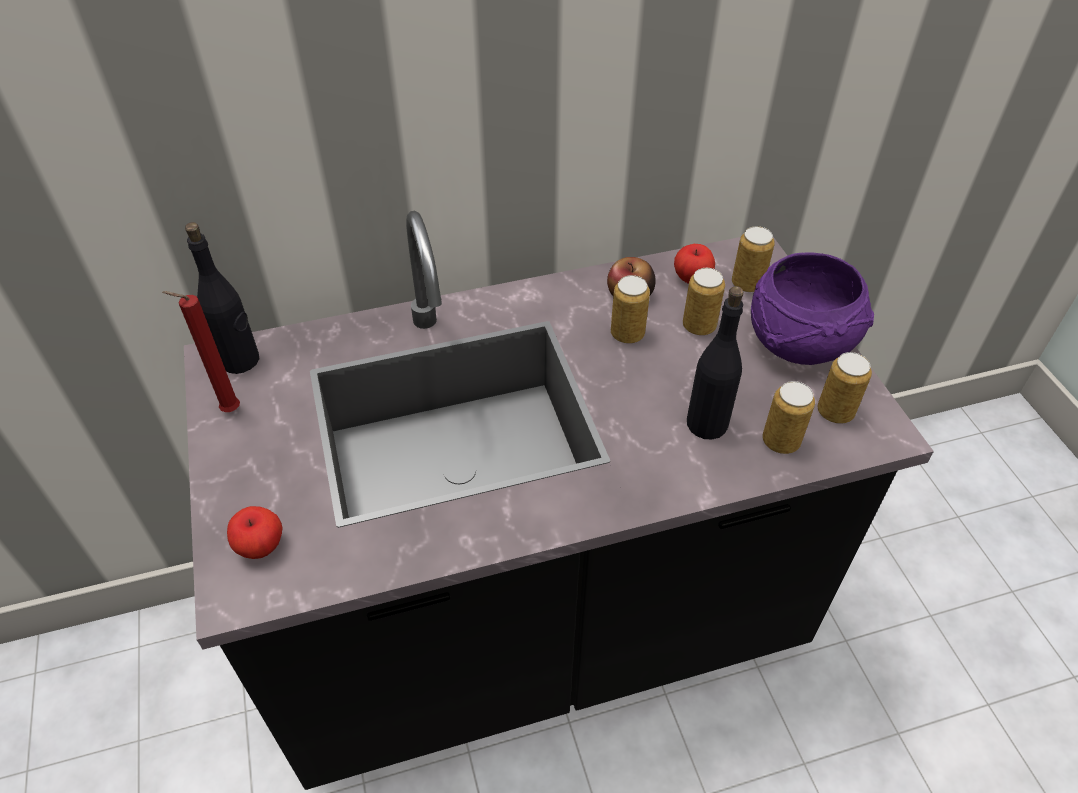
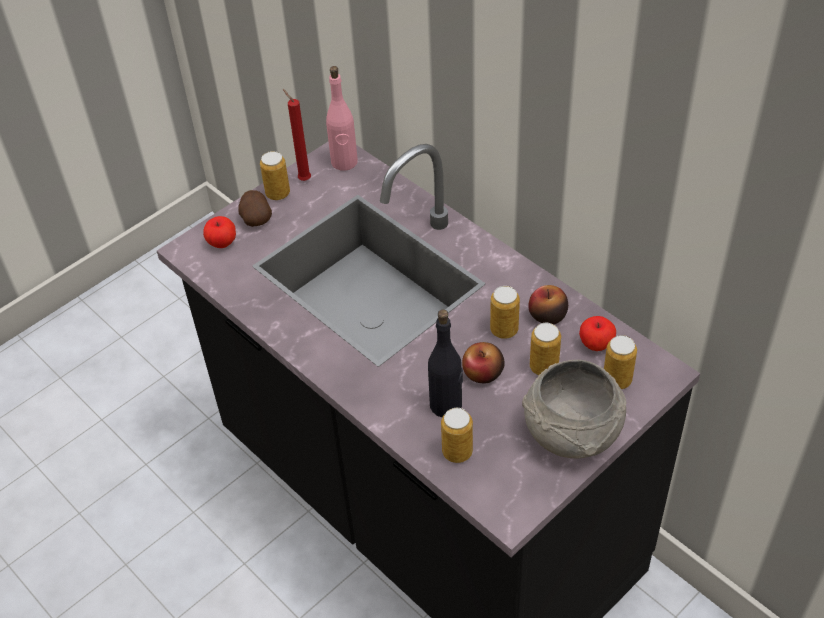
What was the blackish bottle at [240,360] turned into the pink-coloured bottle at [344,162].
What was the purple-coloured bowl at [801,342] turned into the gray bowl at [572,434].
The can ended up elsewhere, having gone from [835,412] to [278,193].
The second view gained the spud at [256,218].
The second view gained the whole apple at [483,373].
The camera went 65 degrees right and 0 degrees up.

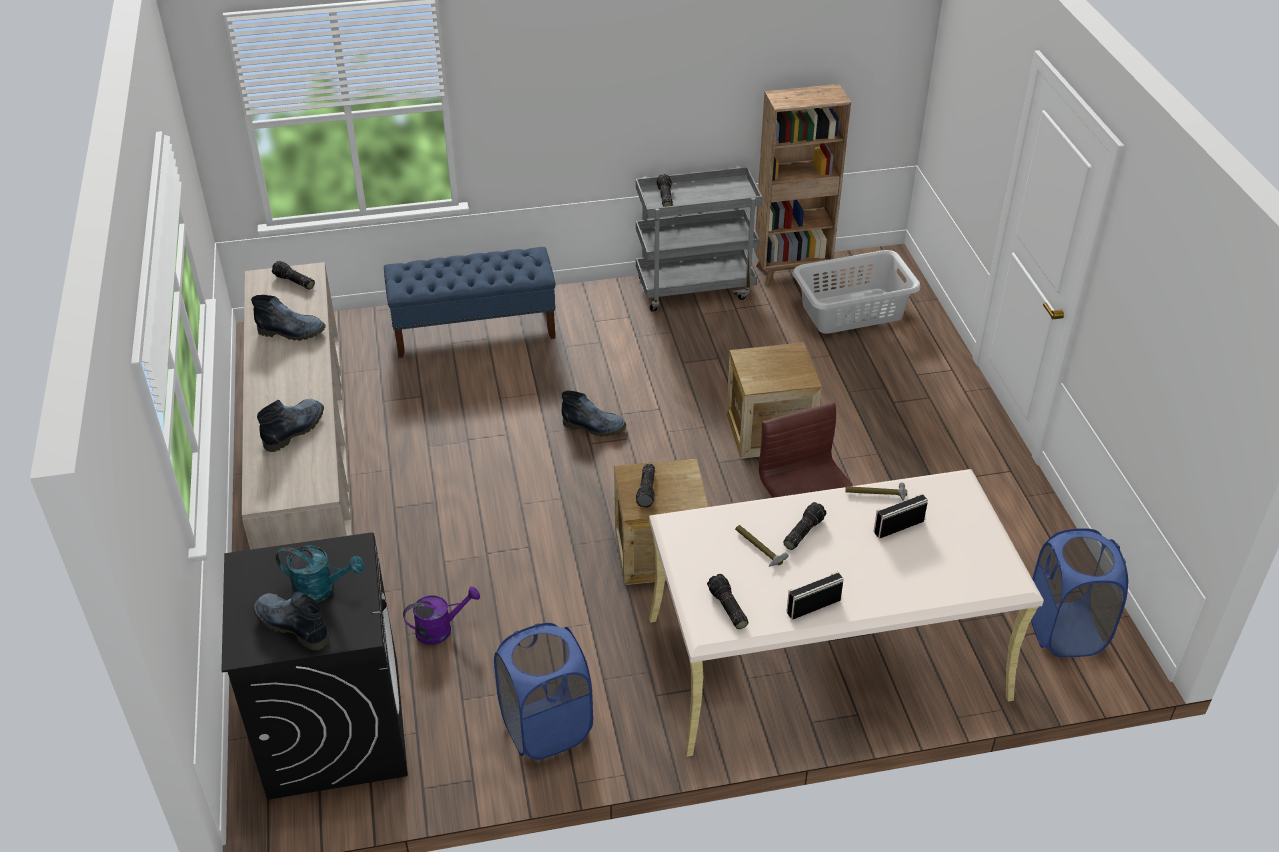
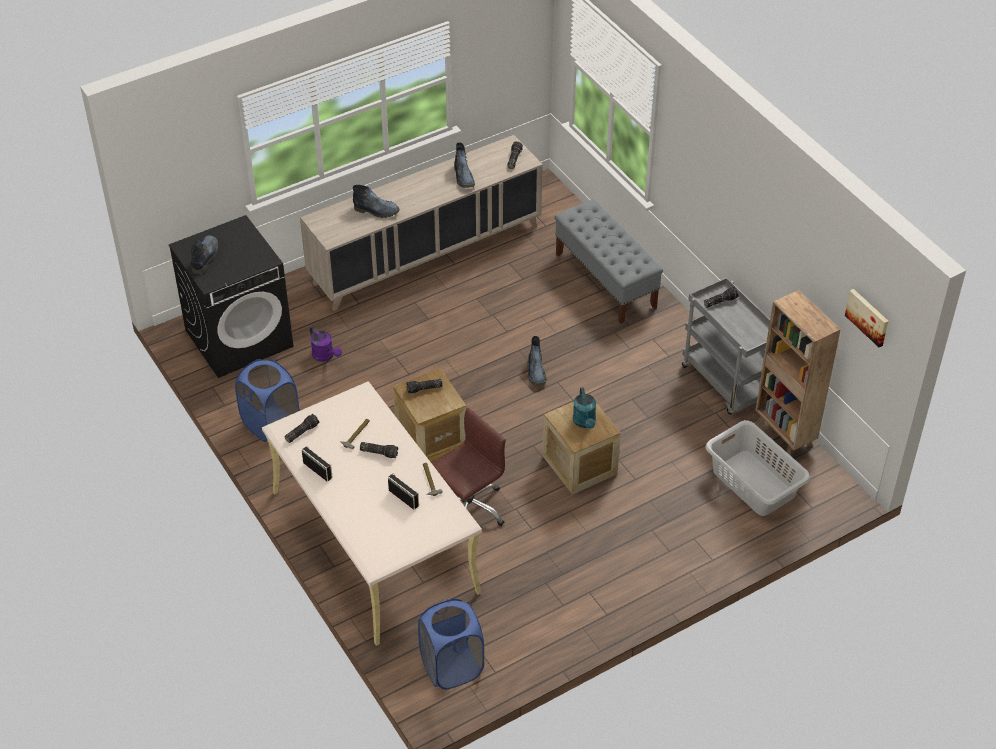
What was the blue long seat at [475,330] turned into the gray long seat at [605,281].
The turquoise watering pot ended up elsewhere, having gone from [321,589] to [585,422].
The second view gained the picture at [868,317].
The camera went 70 degrees right and 5 degrees up.

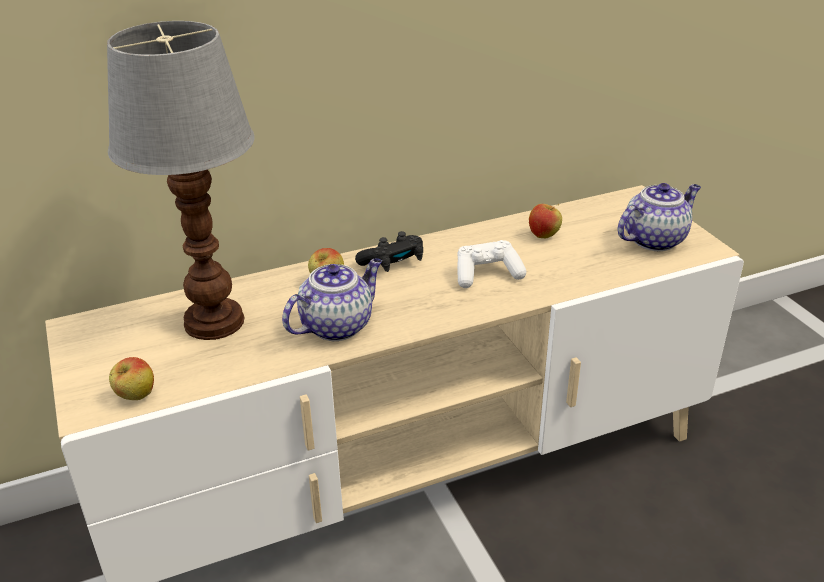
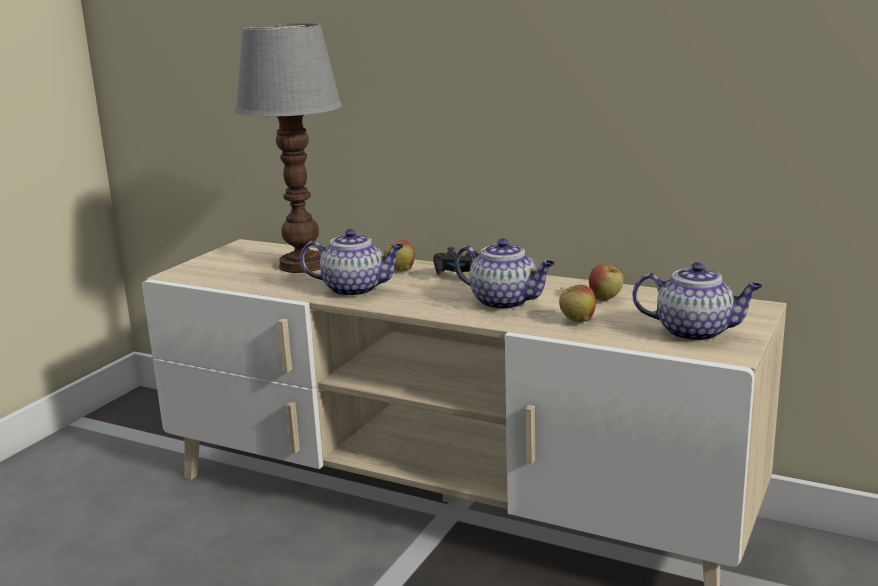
Where the white-coloured game controller stood at [487,274], the teapot came to stand at [505,302].
The whole apple ended up elsewhere, having gone from [136,397] to [577,321].
The camera went 50 degrees right and 15 degrees down.

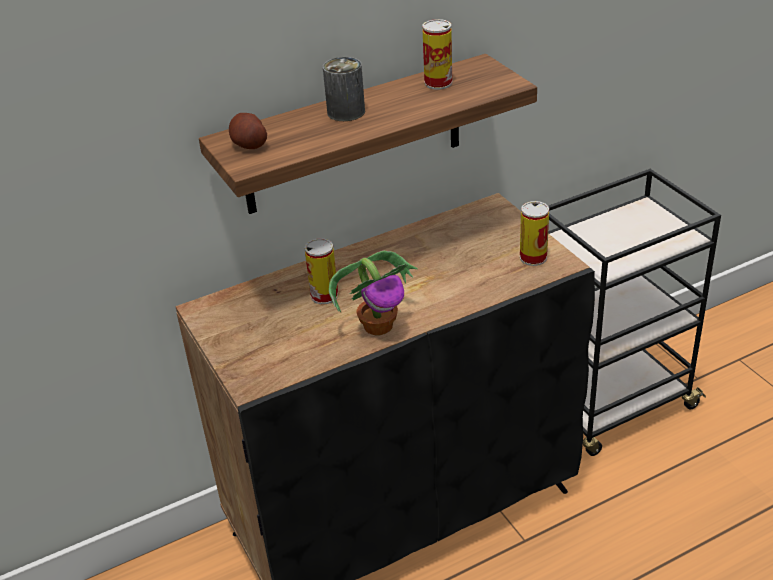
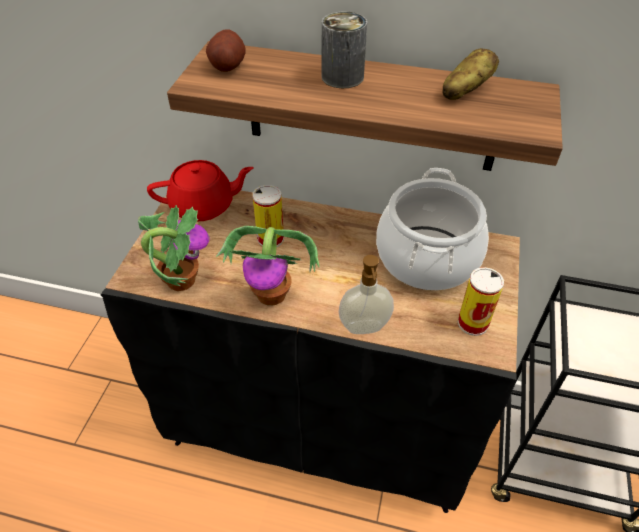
Where the can stood at [438,83], the spud came to stand at [465,91].
The second view gained the reddish teapot at [204,206].
The second view gained the stockpot at [428,258].
The second view gained the potted plant at [180,279].
The second view gained the liquid soap bottle at [364,328].
The camera went 40 degrees right and 10 degrees up.

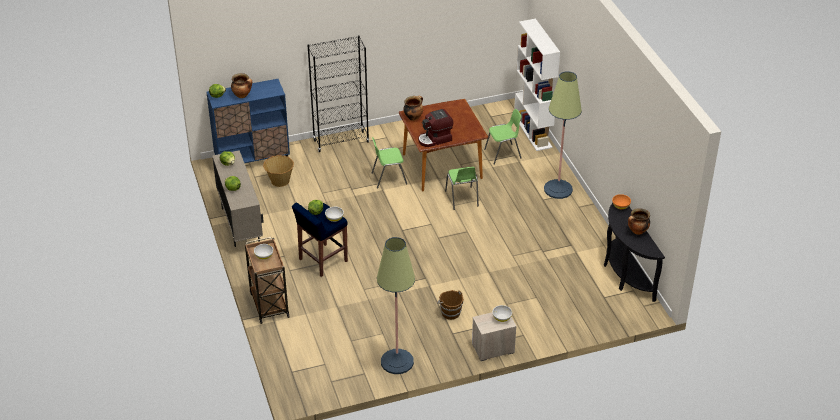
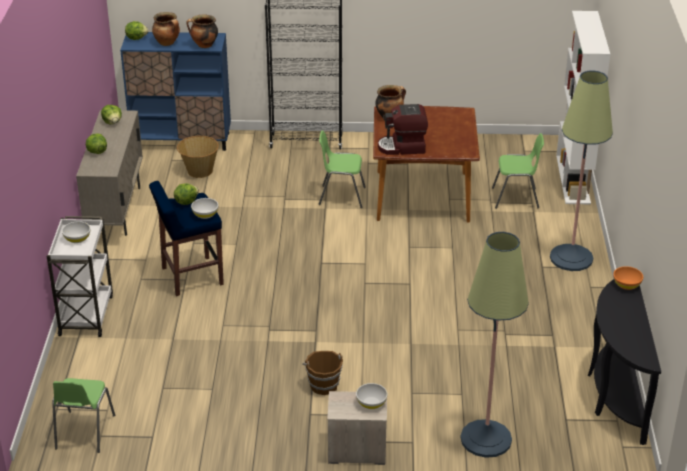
The green-coloured plain chair ended up elsewhere, having gone from [462,198] to [84,432].
The stockpot ended up elsewhere, having gone from [637,231] to [204,45].
What was the brown wheeled cart at [269,304] turned into the white-coloured wheeled cart at [86,314].
The standard lamp ended up elsewhere, having gone from [397,362] to [486,439].
The camera went 20 degrees right and 5 degrees down.

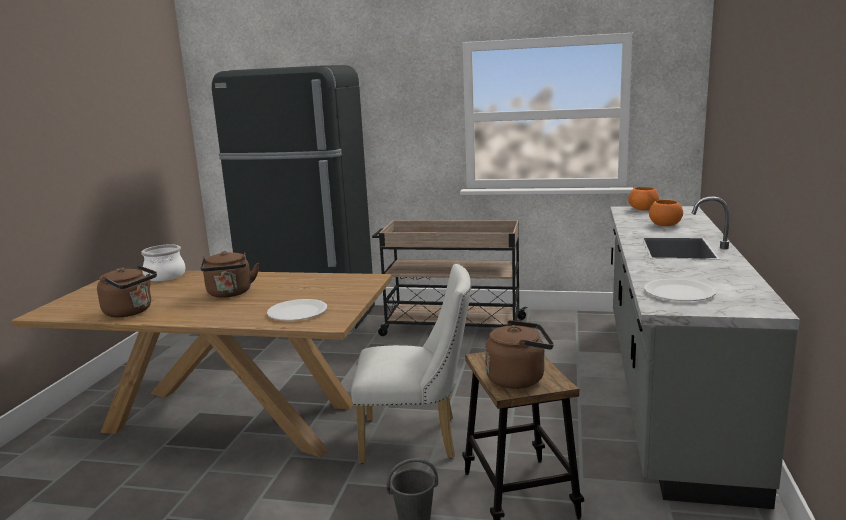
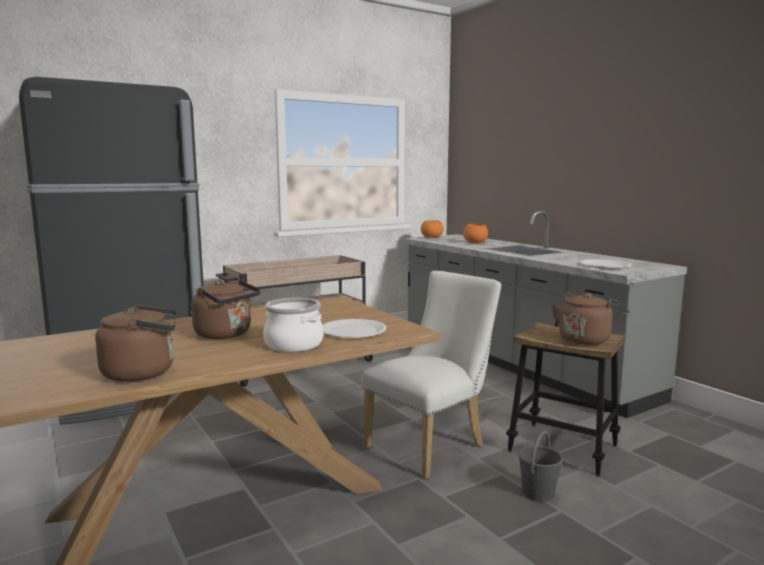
The stockpot ended up elsewhere, having gone from [165,276] to [294,344].
The camera went 45 degrees left and 5 degrees down.

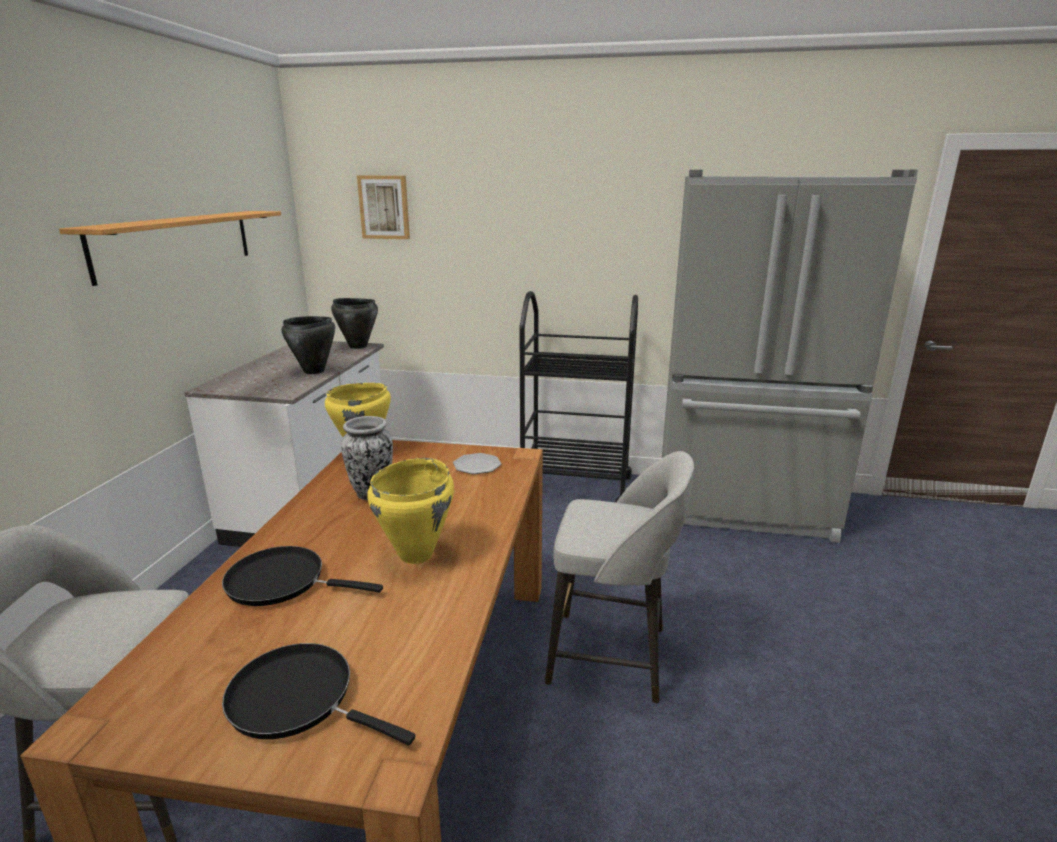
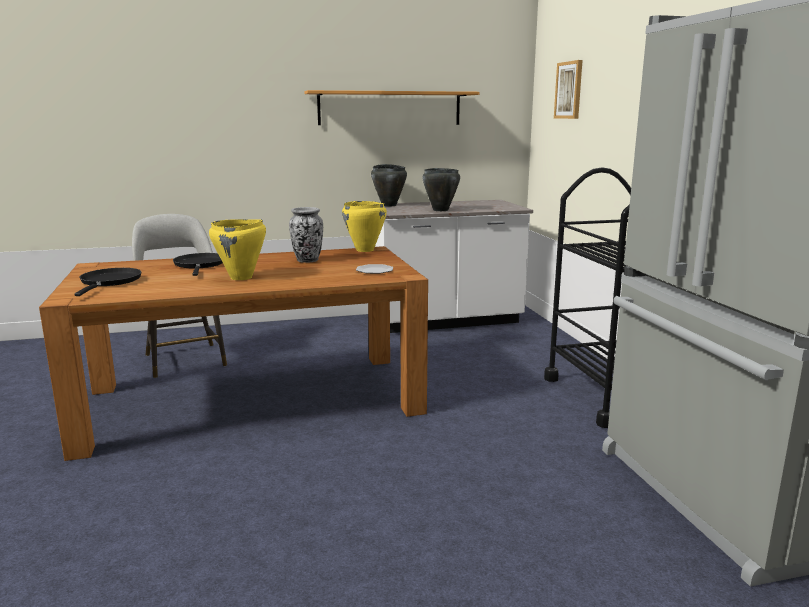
The blackish stockpot ended up elsewhere, having gone from [358,346] to [389,205].
The second view lost the gray stool at [612,656].
The camera went 65 degrees right and 5 degrees down.

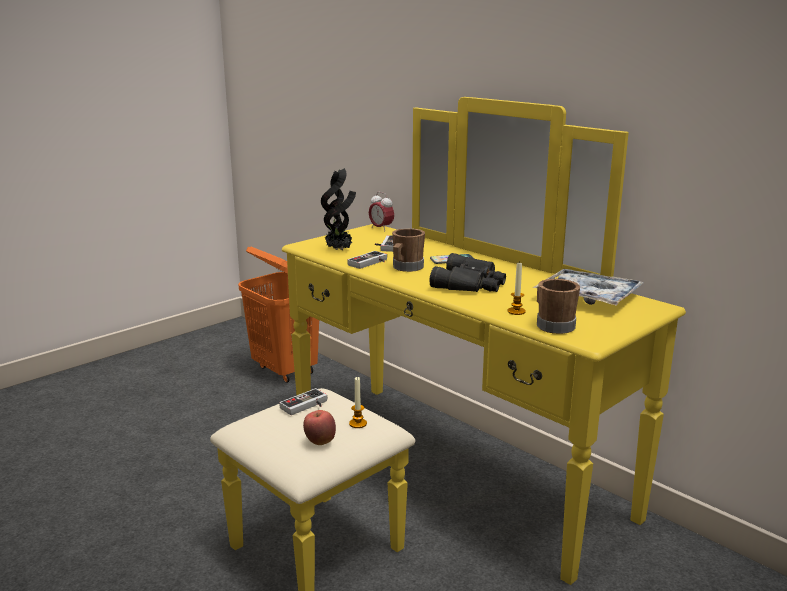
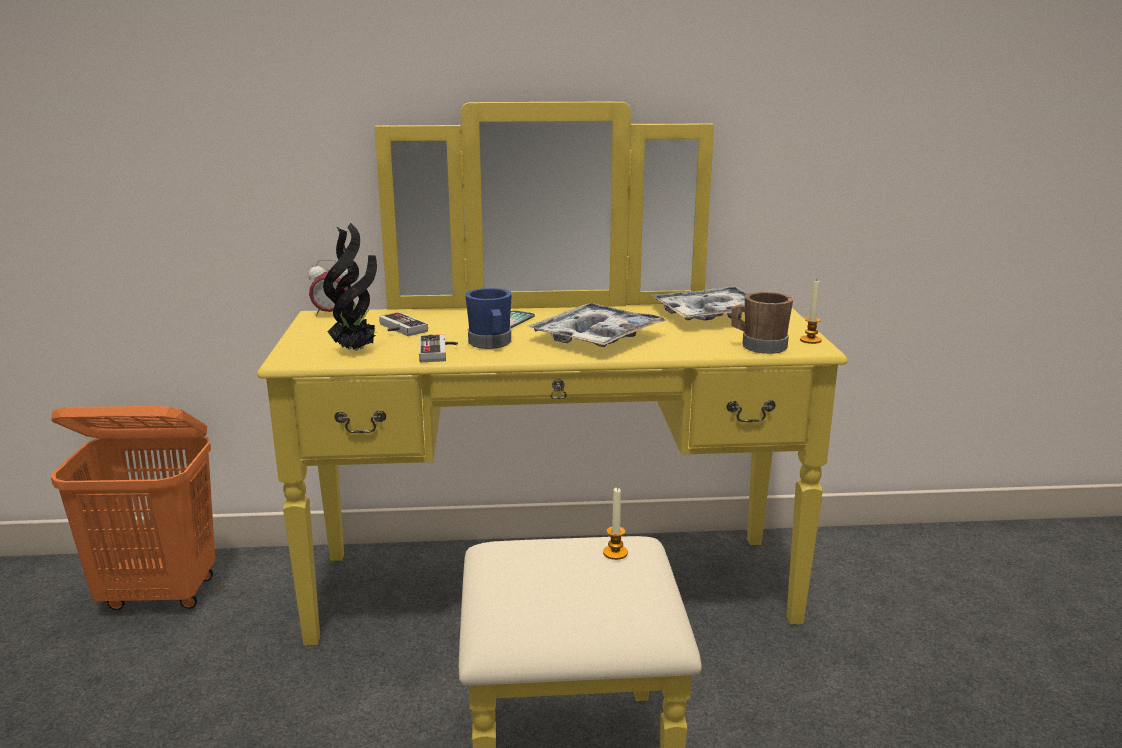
What was the brown mug at [406,268] turned into the blue mug at [491,344].
Where the blackish pair of binoculars stood at [471,284], the tray came to stand at [596,337].
The wax light ended up elsewhere, having gone from [516,311] to [810,340].
The second view lost the game controller at [306,406].
The second view lost the whole apple at [320,442].
The camera went 50 degrees left and 0 degrees up.

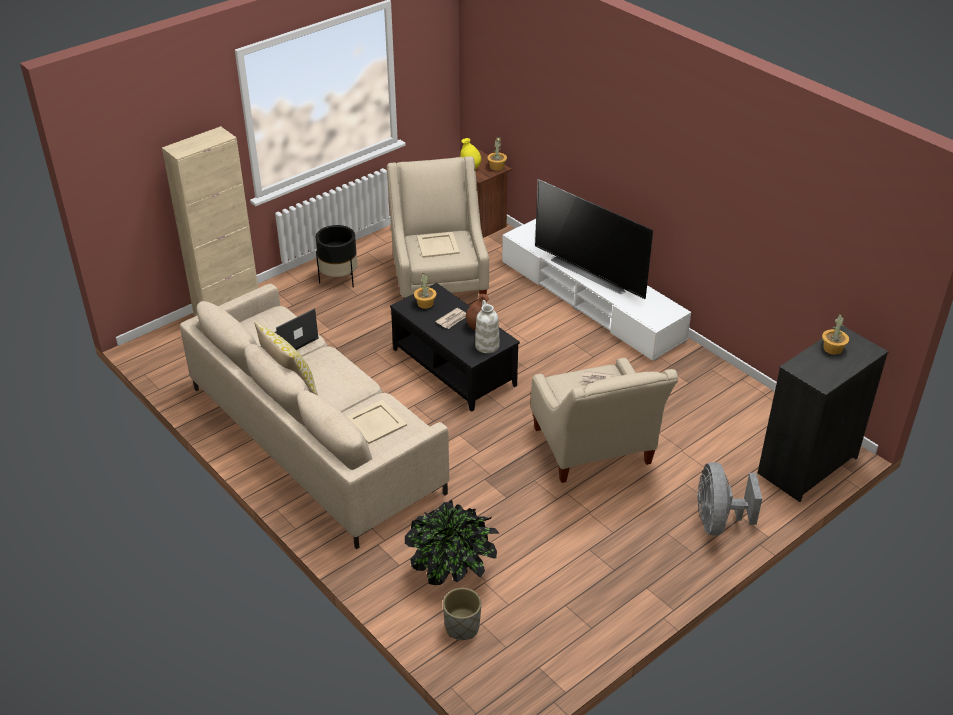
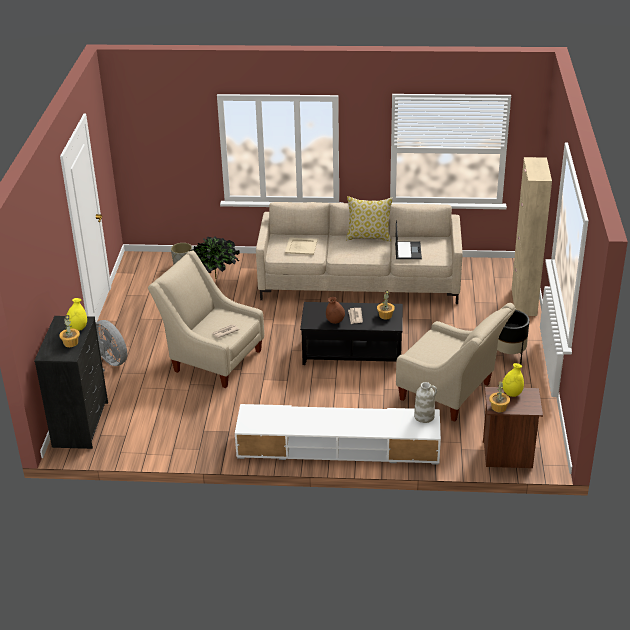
The second view lost the TV set at [591,272].
The second view lost the beige tray at [438,245].
The white-coloured vase ended up elsewhere, having gone from [486,345] to [424,416].
The second view gained the yellow-coloured vase at [78,328].
The camera went 135 degrees right and 5 degrees down.

